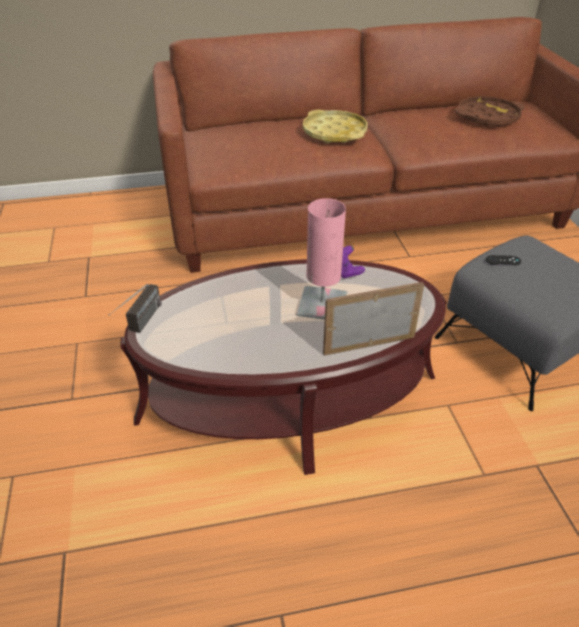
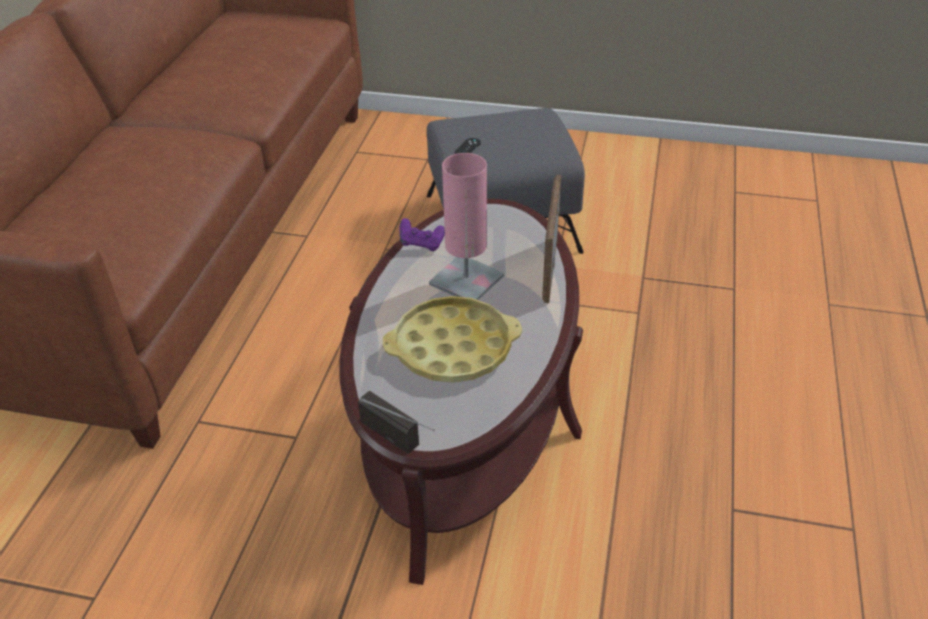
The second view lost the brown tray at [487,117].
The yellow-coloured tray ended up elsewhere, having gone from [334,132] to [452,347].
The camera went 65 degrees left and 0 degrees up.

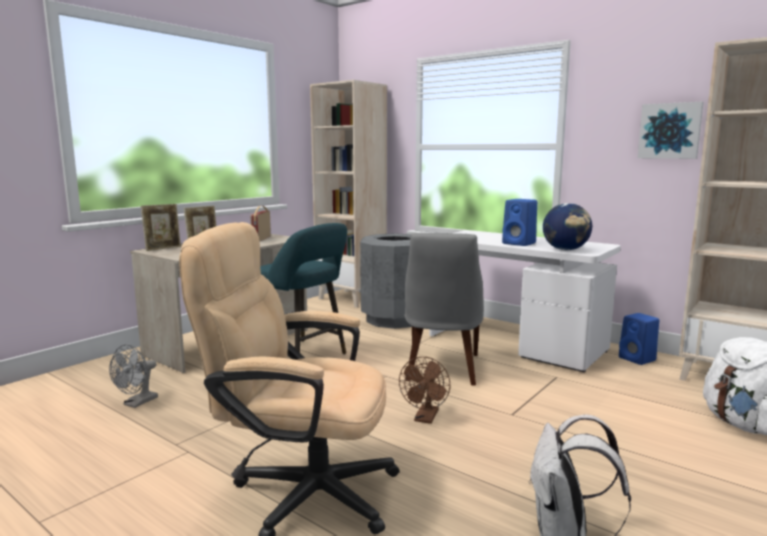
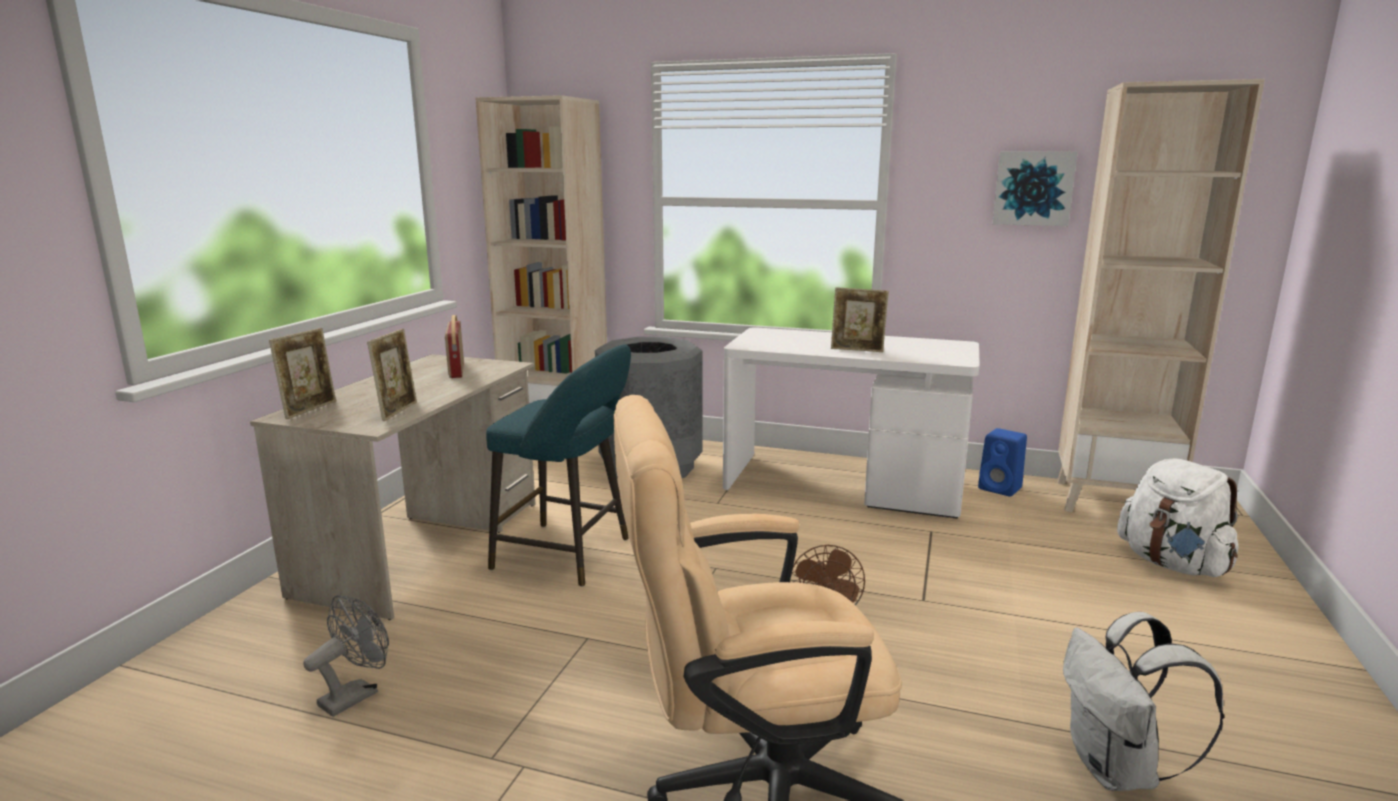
Where the blue audio speaker stood at [520,243], the picture frame came to stand at [857,350].
The second view lost the desk globe at [565,250].
The second view lost the gray plain chair at [442,369].
The gray electric fan at [137,403] ended up facing another way, 150 degrees counterclockwise from before.
The camera went 20 degrees left and 5 degrees up.

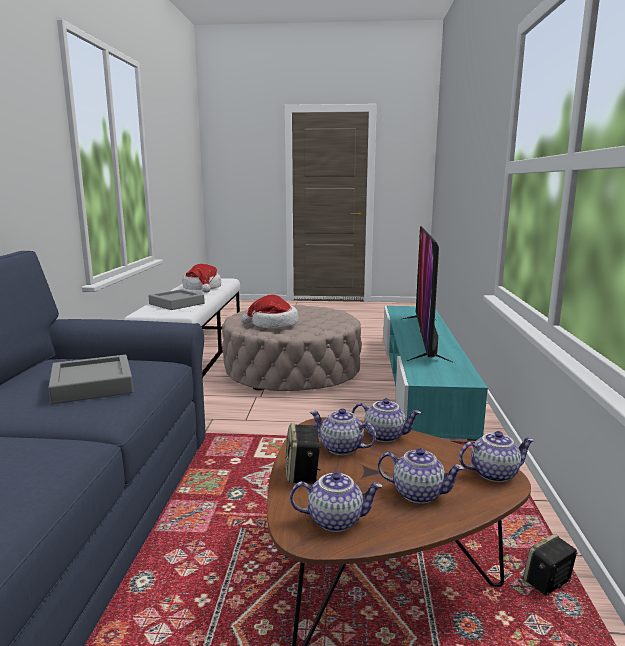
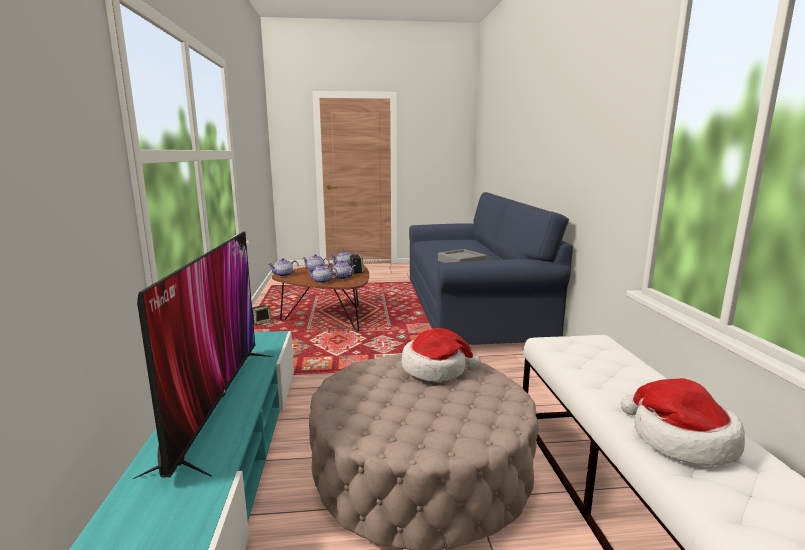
The second view lost the gray tray at [177,304].
The camera went 170 degrees right and 0 degrees up.

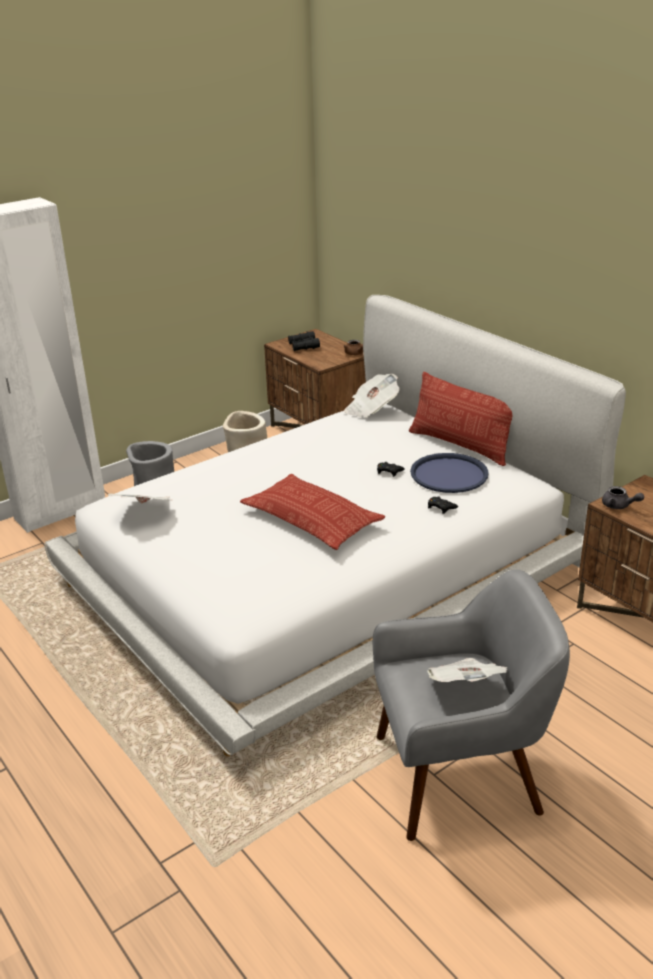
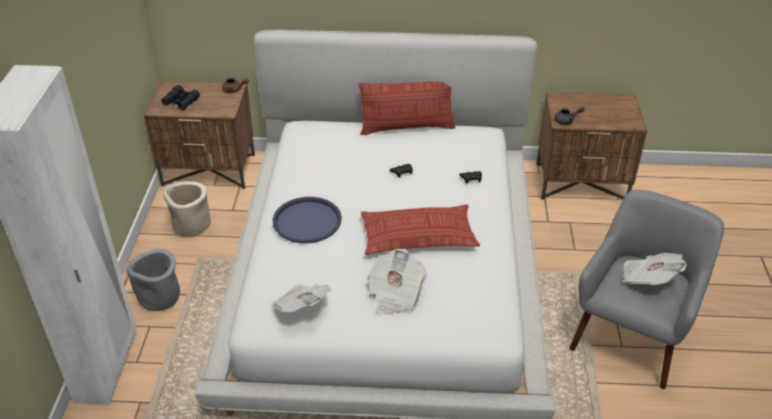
The printed paper ended up elsewhere, having gone from [371,409] to [395,294].
The blue tray ended up elsewhere, having gone from [449,474] to [307,221].
The camera went 50 degrees left and 10 degrees up.

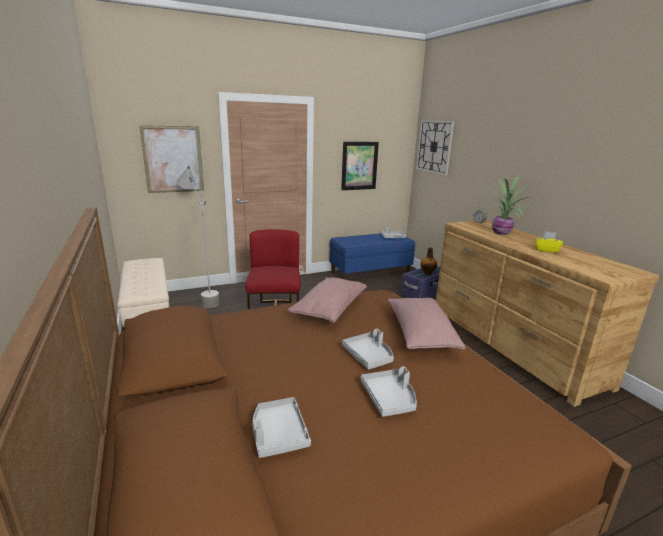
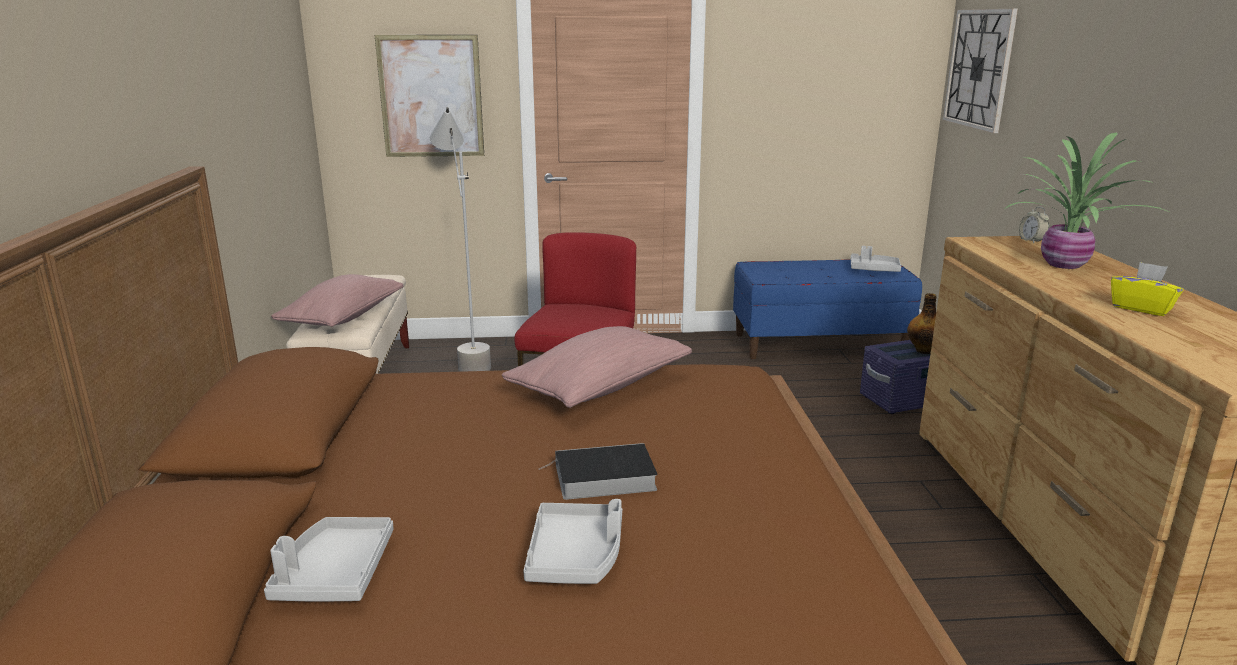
The second view lost the picture at [359,166].
The pink-coloured cushion ended up elsewhere, having gone from [420,334] to [343,318].
Where the gray tray stood at [369,356], the volume came to stand at [602,478].
The camera went 20 degrees right and 0 degrees up.

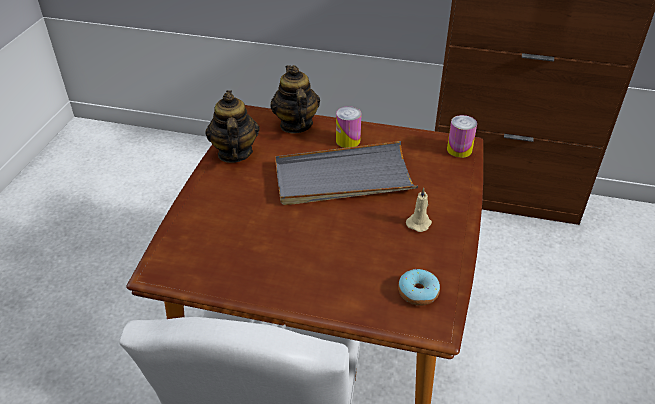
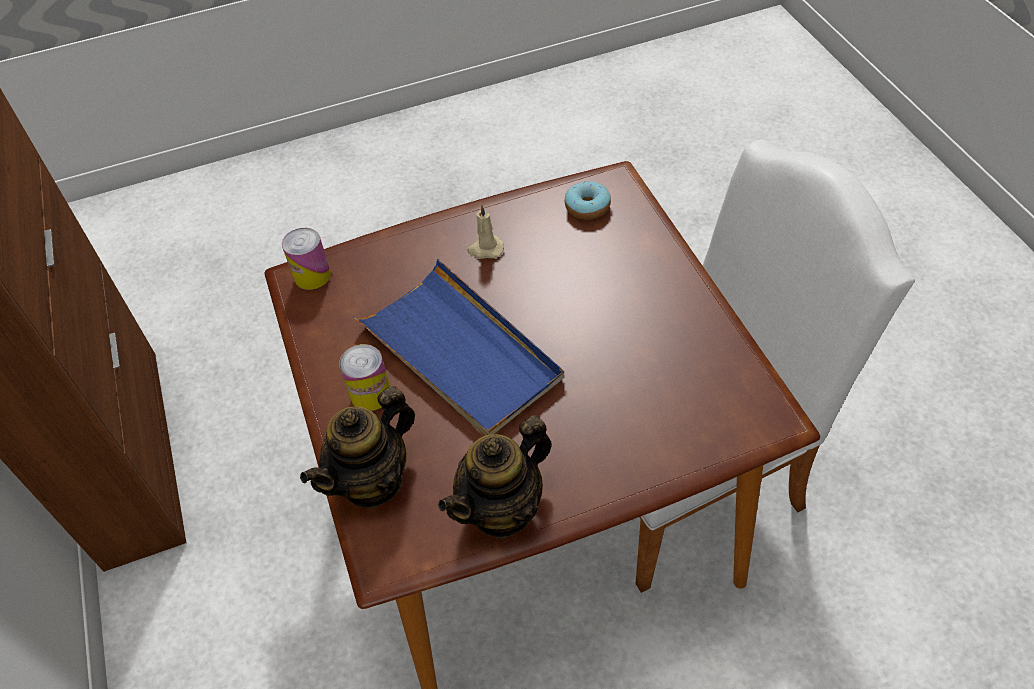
What was the gray tray at [343,178] turned into the blue tray at [460,352].
The camera went 120 degrees left and 10 degrees up.

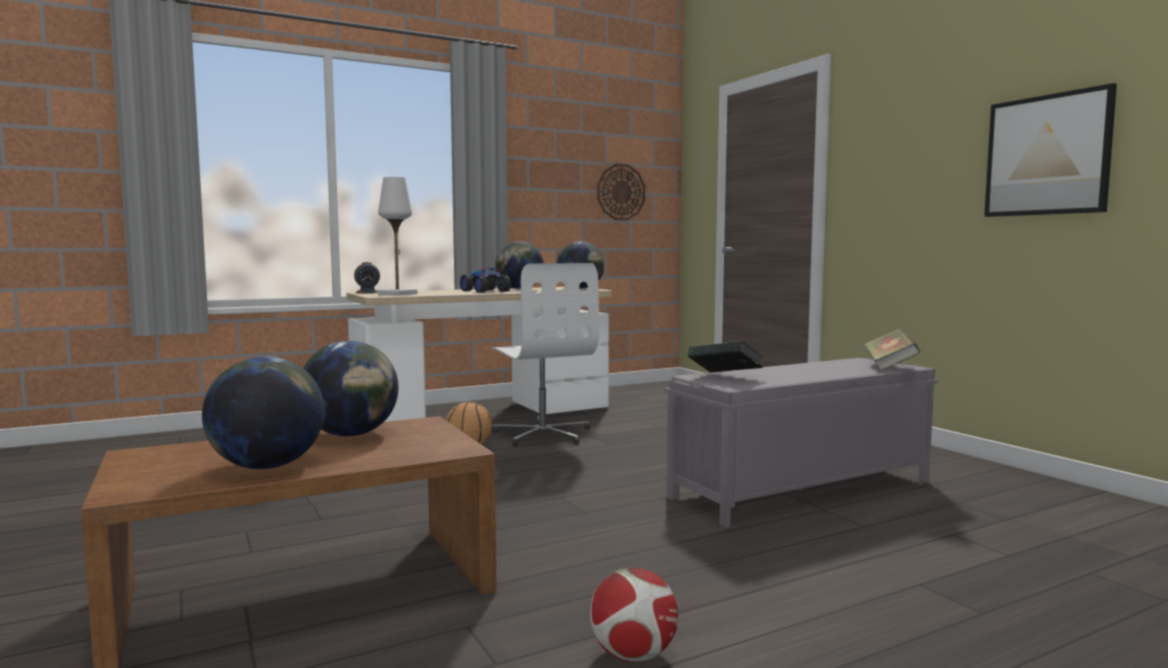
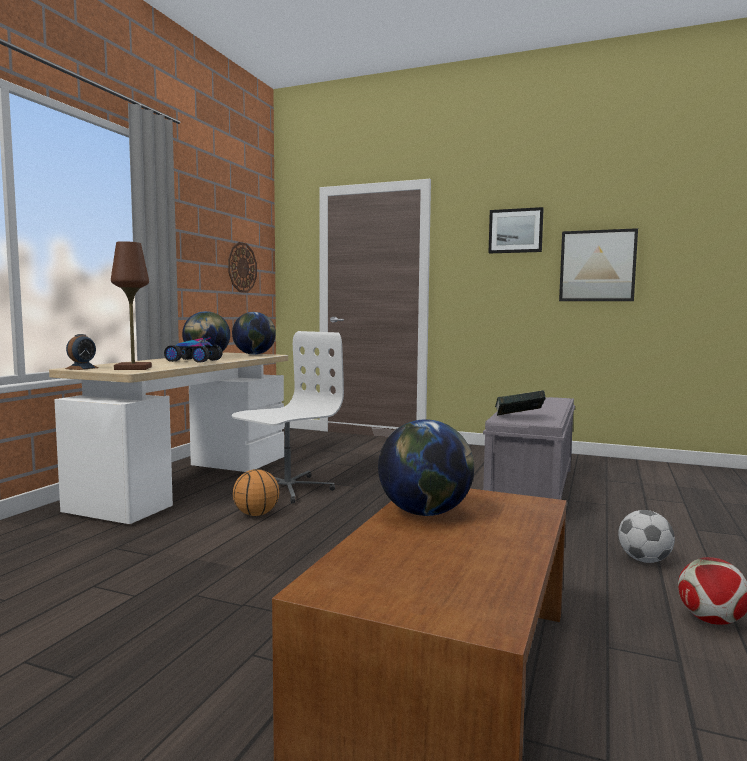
What was the white-coloured lamp for a table at [397,294] turned into the brown lamp for a table at [133,368].
The white-coloured office chair at [543,434] ended up facing another way, 75 degrees counterclockwise from before.
The second view lost the volume at [889,367].
The second view lost the desk globe at [267,466].
The second view gained the picture at [515,231].
The second view gained the ball for football at [644,560].
The camera went 40 degrees left and 0 degrees up.

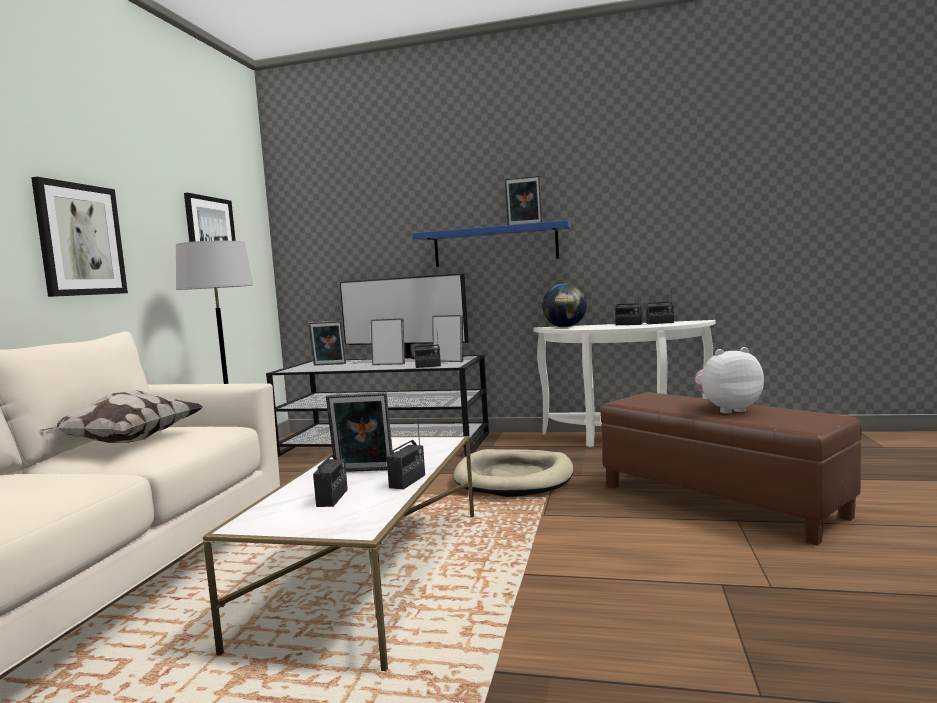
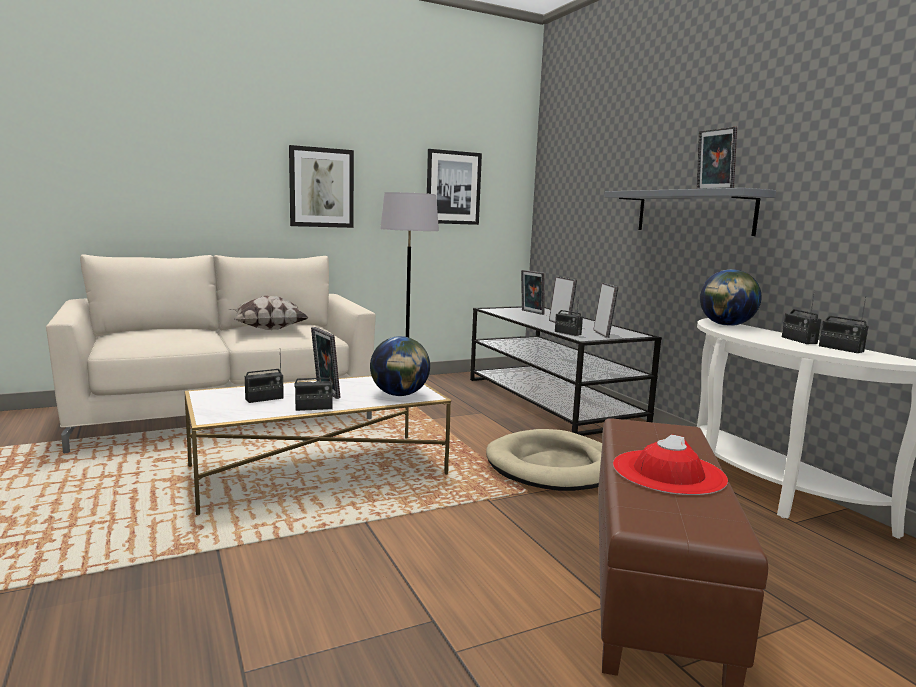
What was the blue wall shelf at [495,246] turned into the gray wall shelf at [693,212].
The second view lost the TV set at [406,359].
Where the soft toy stood at [727,410], the reddish hat came to stand at [668,472].
The second view gained the desk globe at [400,395].
The camera went 50 degrees right and 5 degrees up.

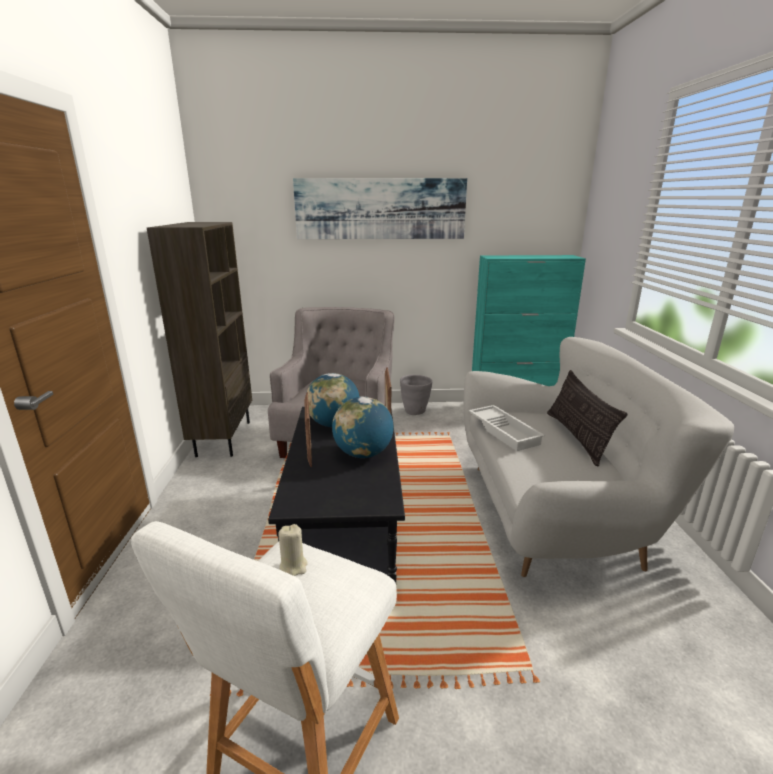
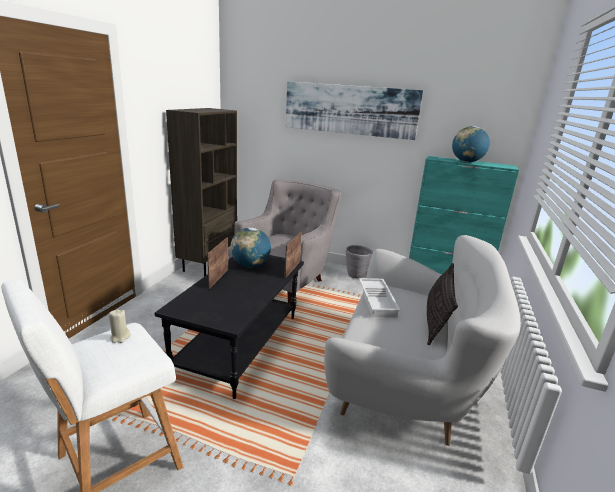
The desk globe ended up elsewhere, having gone from [363,454] to [467,162].
The camera went 20 degrees right and 0 degrees up.

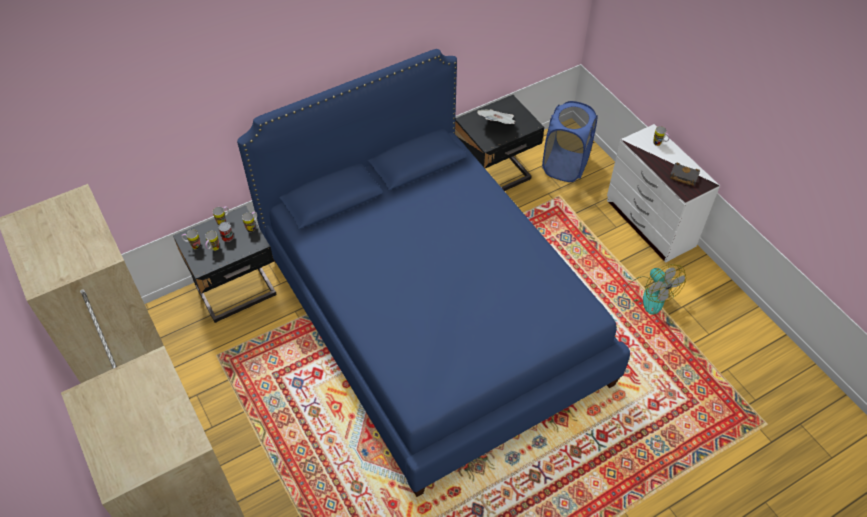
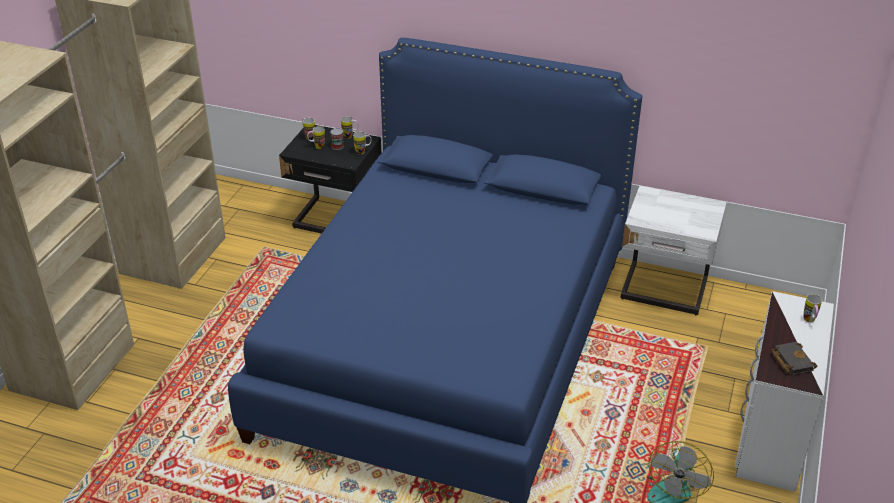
What was the blackish night table at [495,177] turned into the white-coloured night table at [664,291].
The second view lost the blue hamper at [565,165].
The second view lost the printed paper at [497,124].
The camera went 50 degrees right and 15 degrees down.

